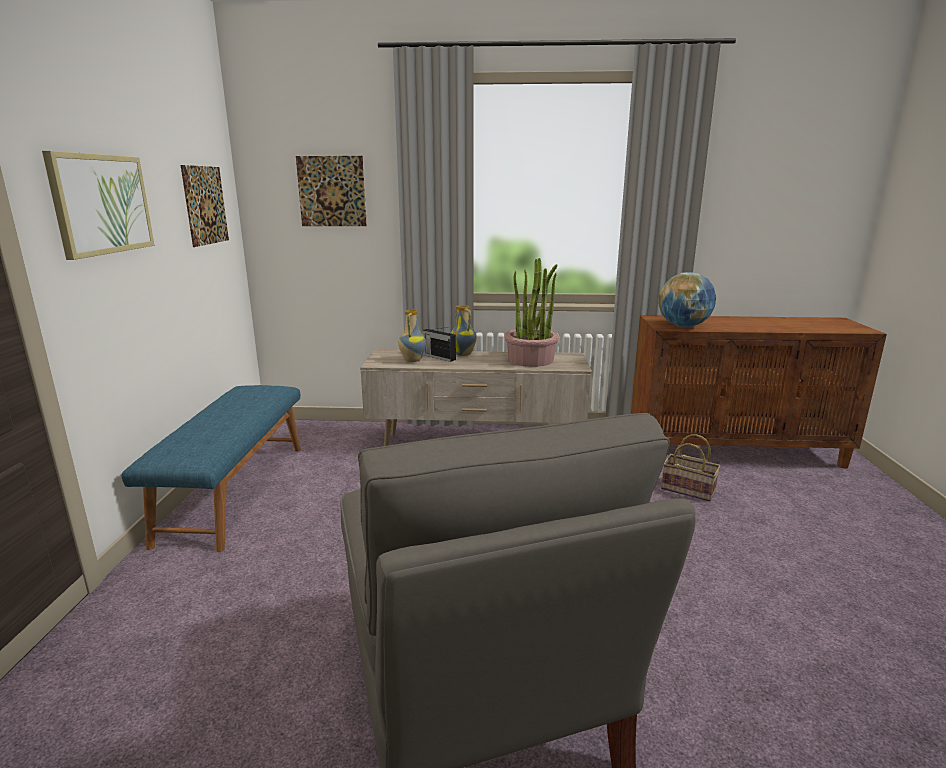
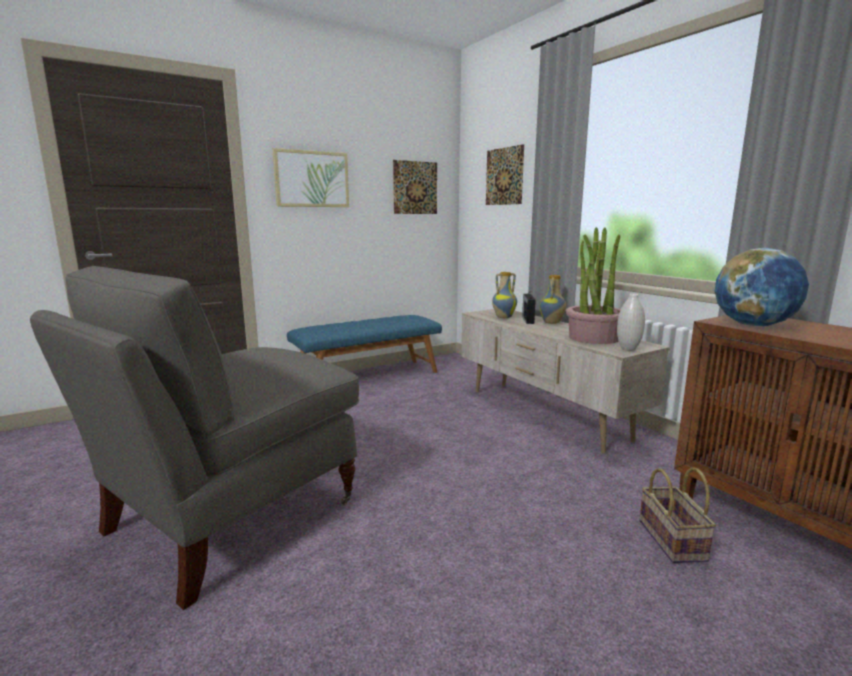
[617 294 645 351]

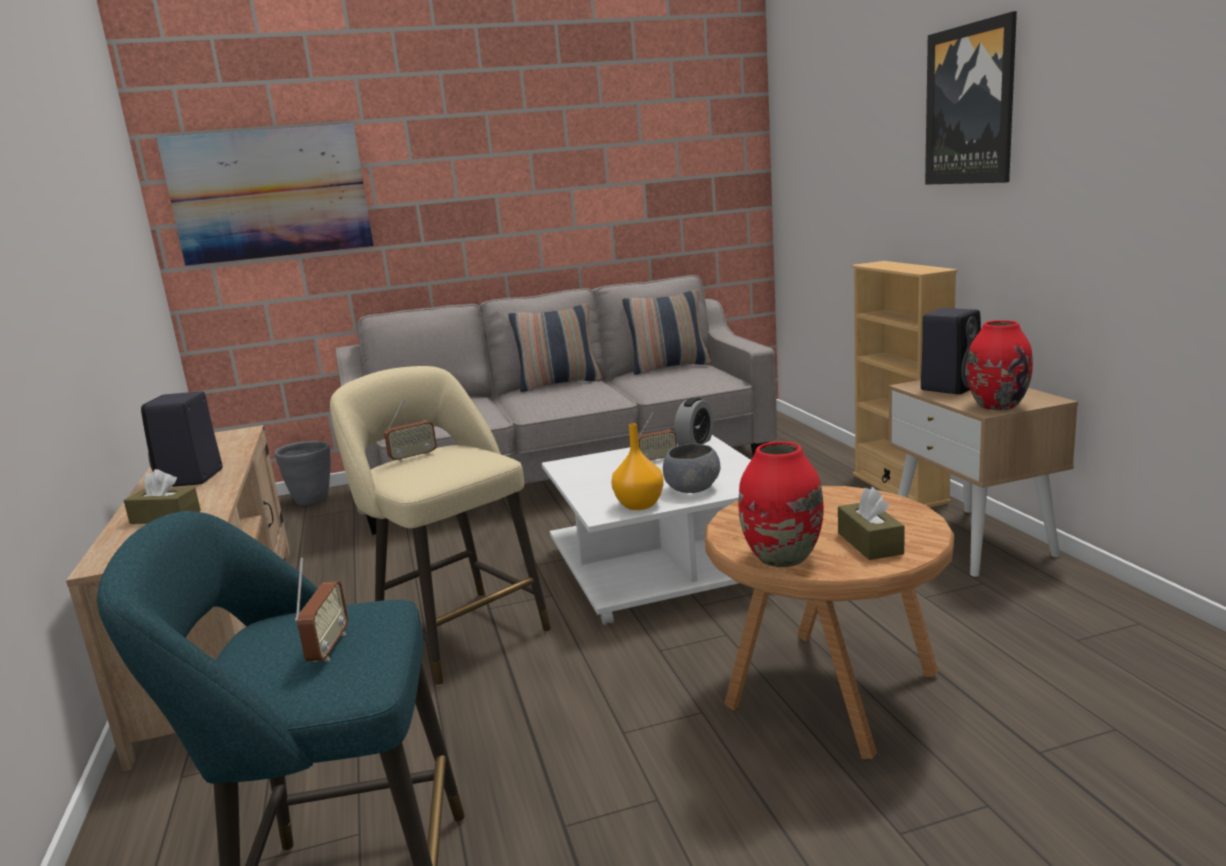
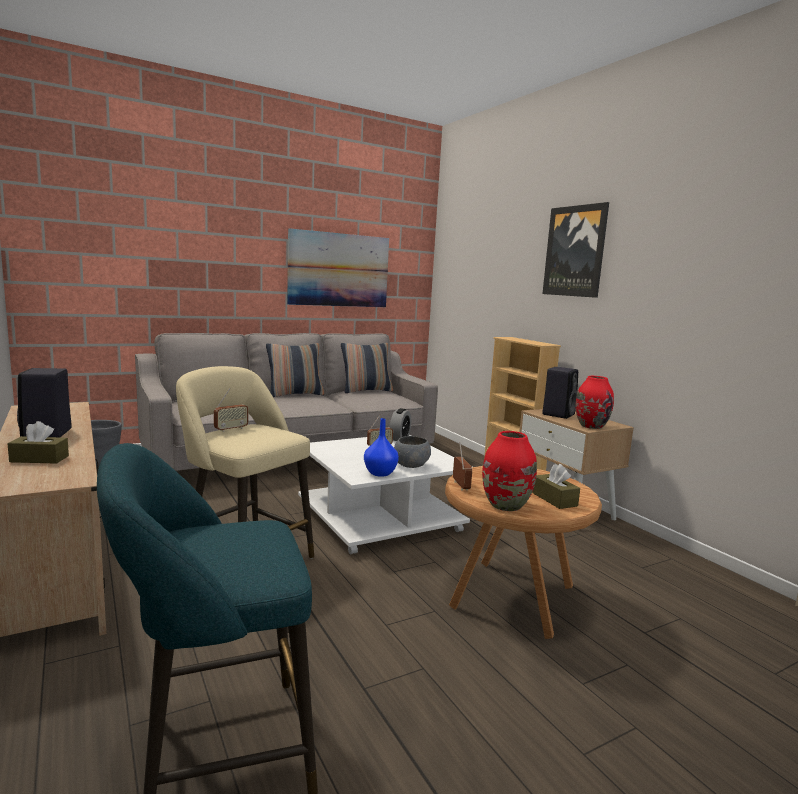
[287 228 389 307]
[453 442 472 490]
[364 418 399 477]

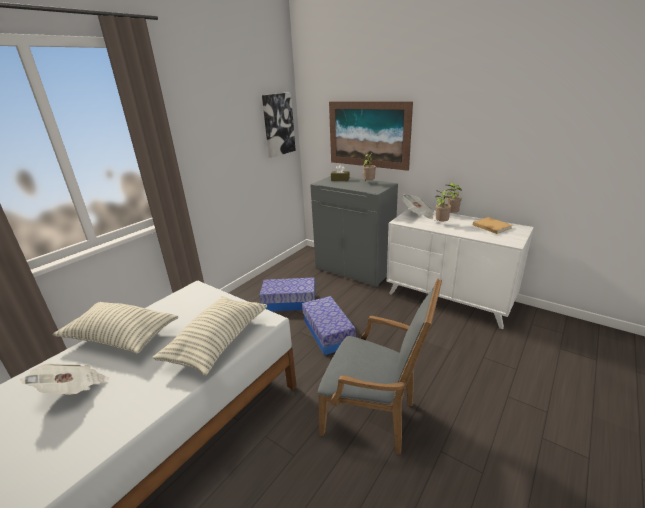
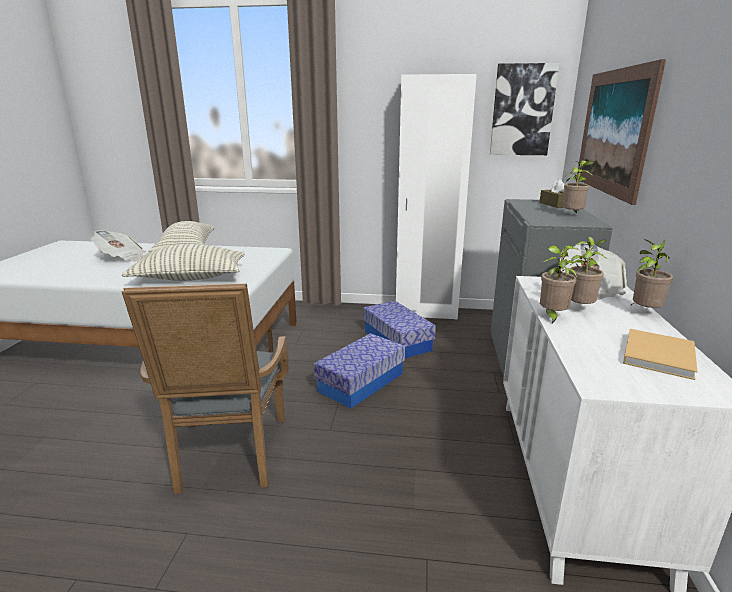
[396 74 477 320]
[540 245 579 324]

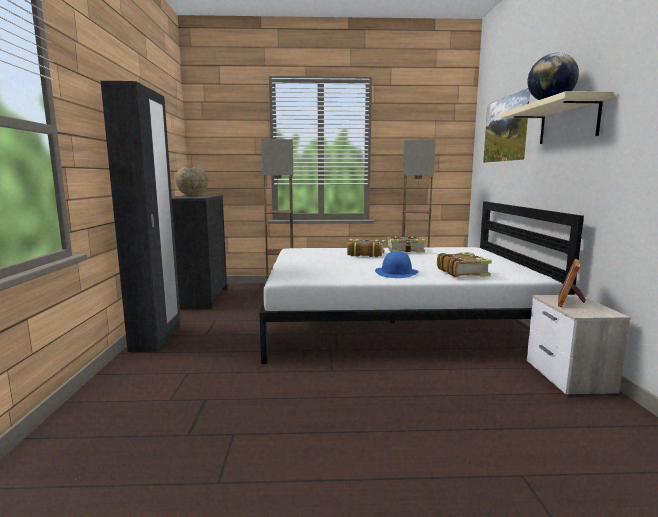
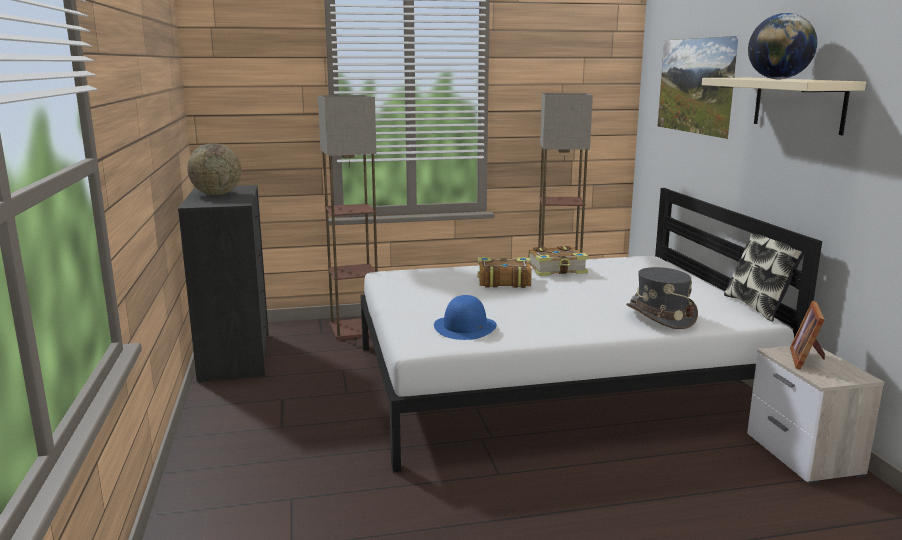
[101 81 180 352] (first image)
[724 233 804 322]
[434 295 497 340]
[626 267 698 329]

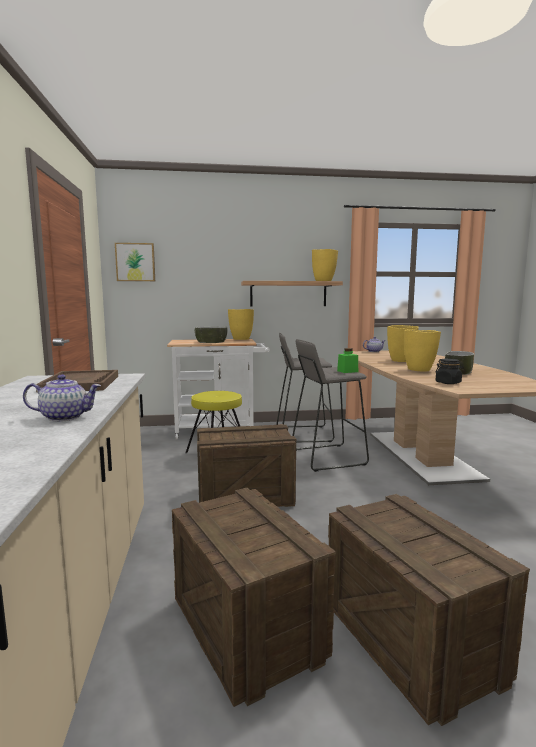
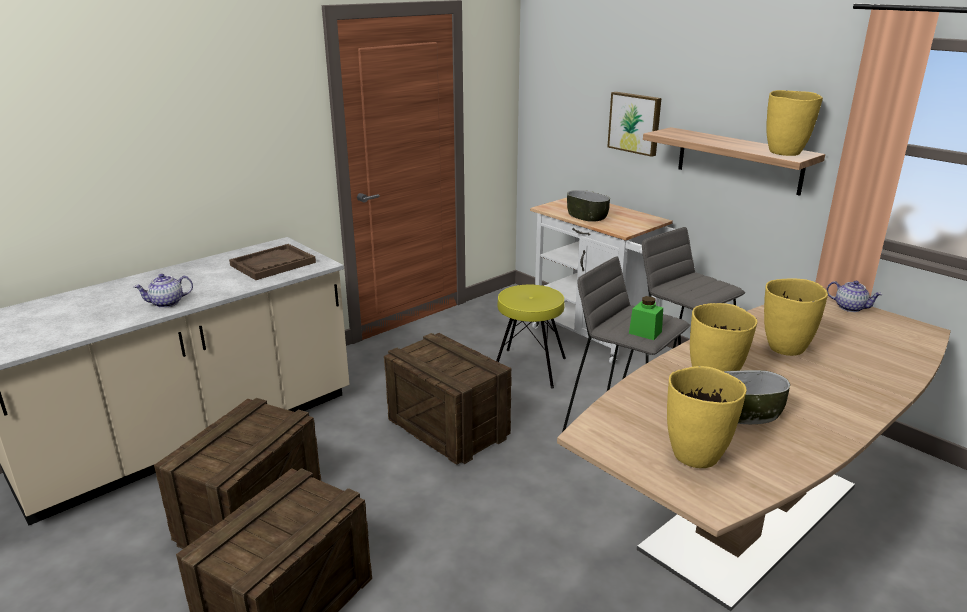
[436 358 464 384] (first image)
[607 92 662 157]
[667 366 747 468]
[134 274 193 308]

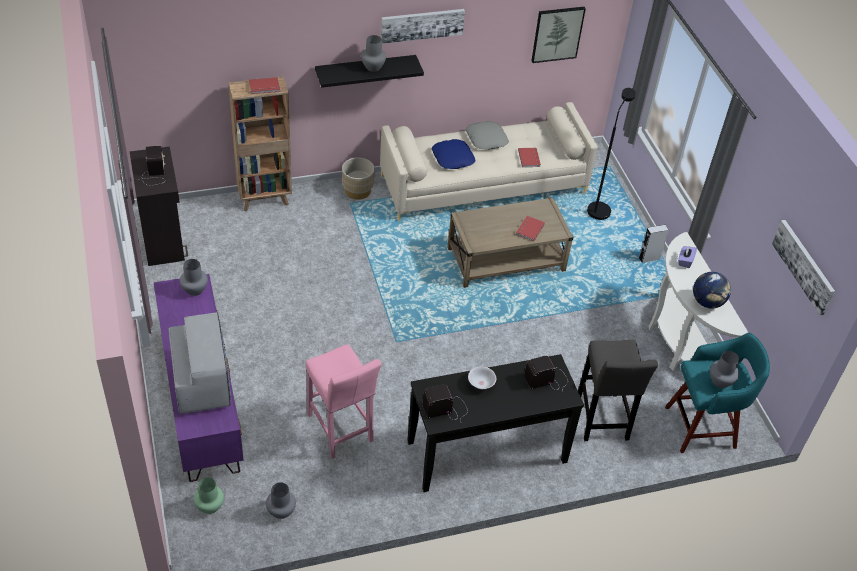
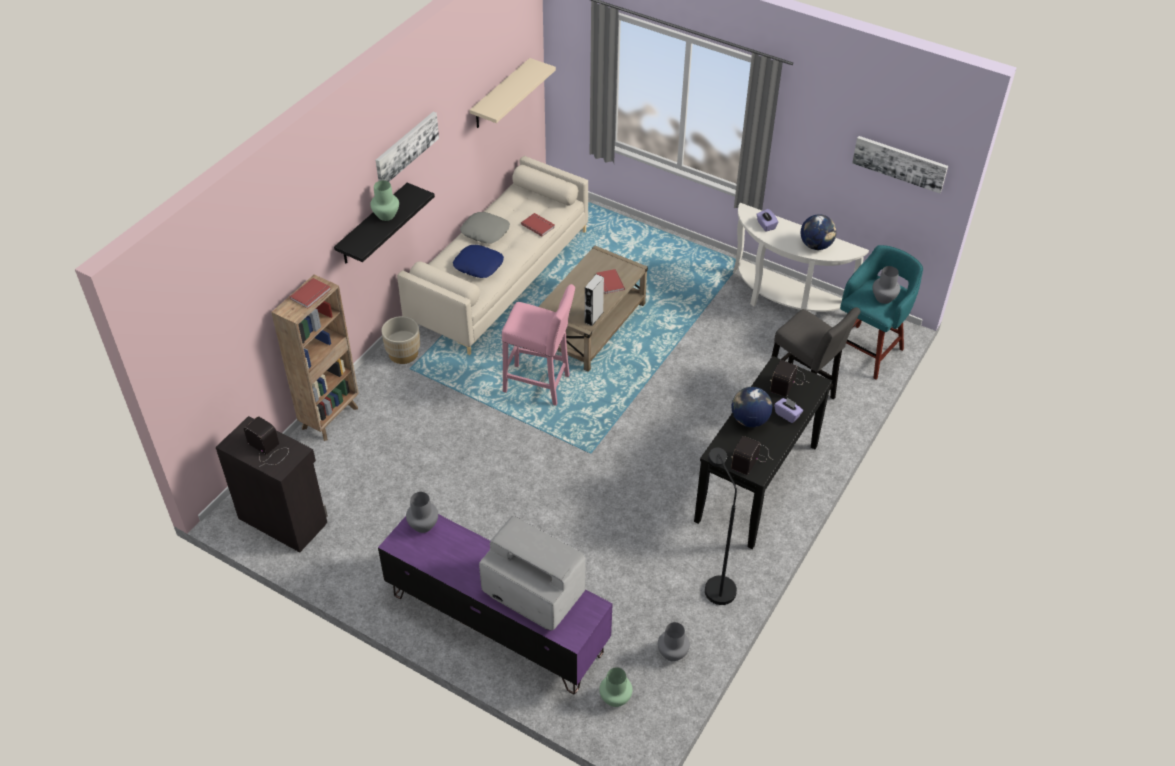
[774 397 803 423]
[502 284 575 406]
[705 447 737 605]
[584 274 604 326]
[731 387 772 427]
[470 58 556 128]
[370 180 399 221]

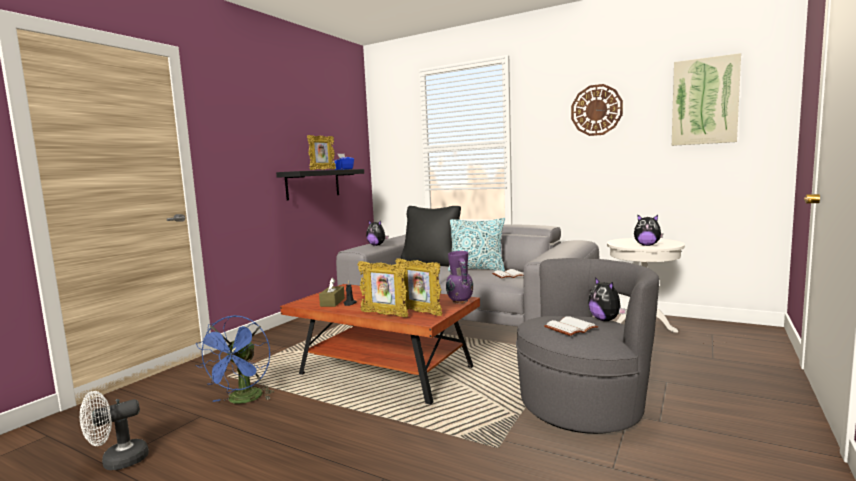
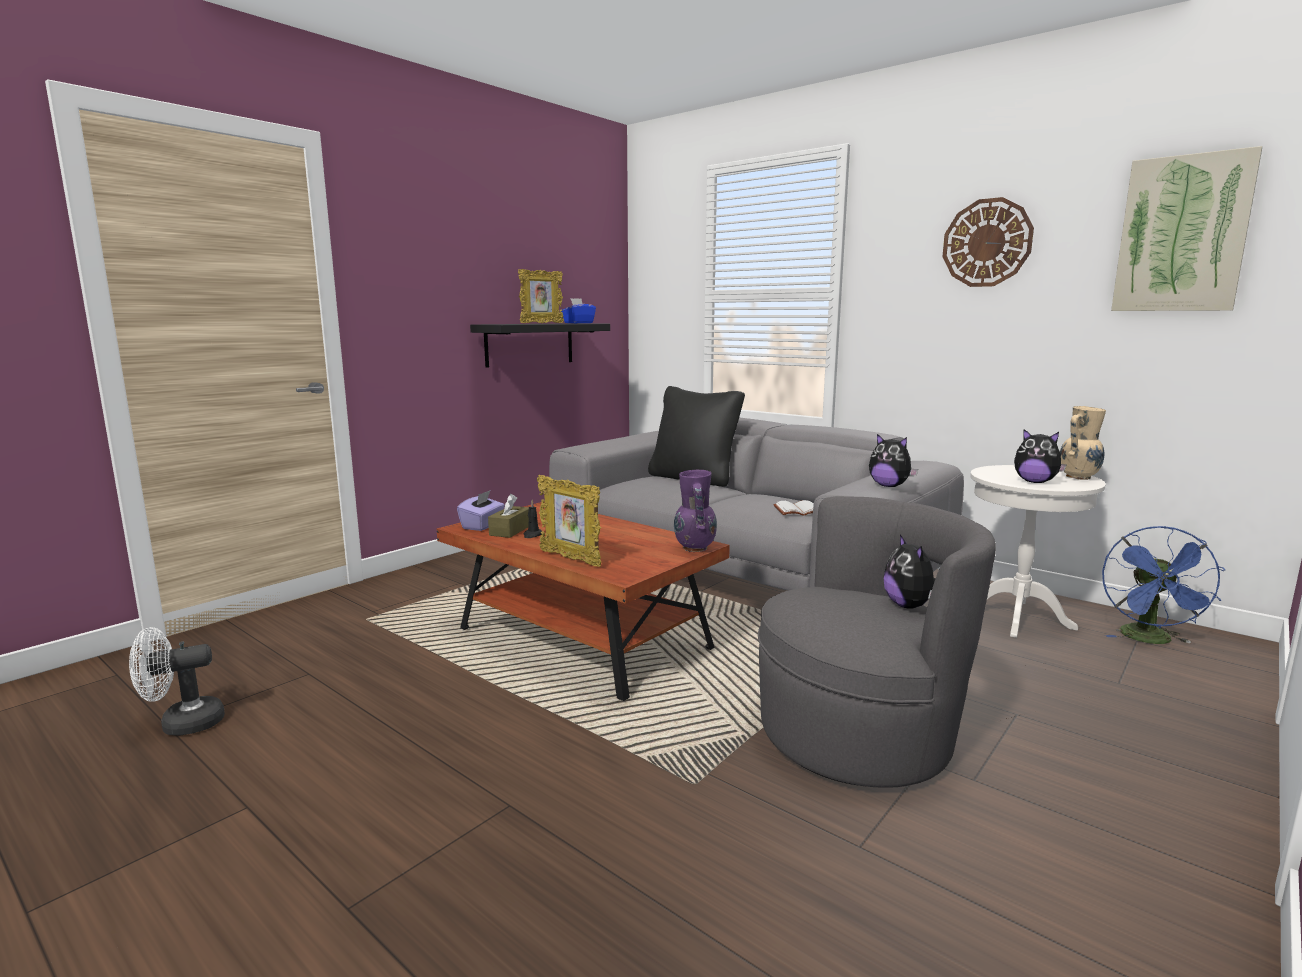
[395 259 442 316] (first image)
[448 218 505 272] (first image)
[544 316 598 336] (first image)
[457 490 505 531]
[1060 406 1106 480]
[1102 526 1225 644]
[869 434 918 487]

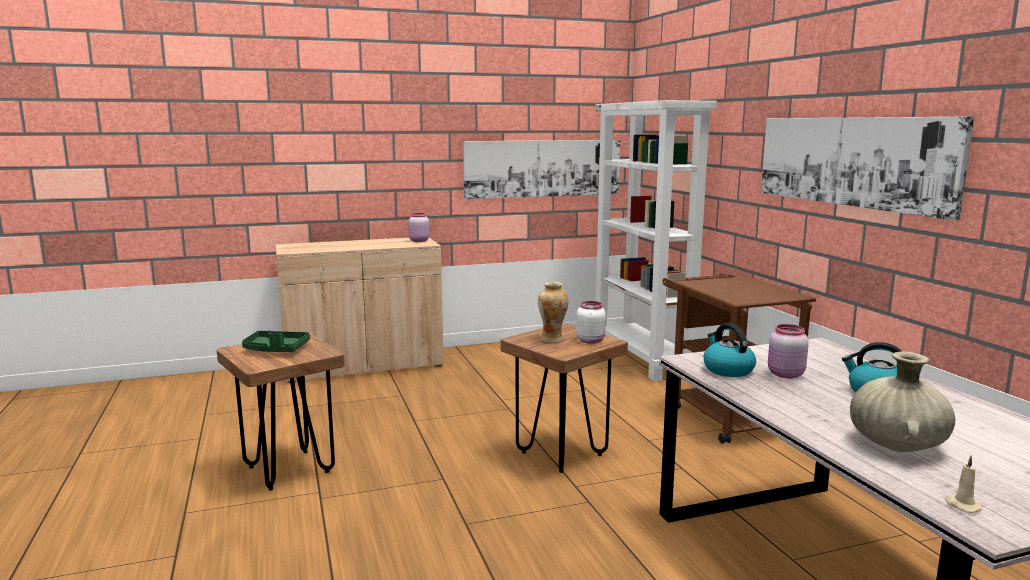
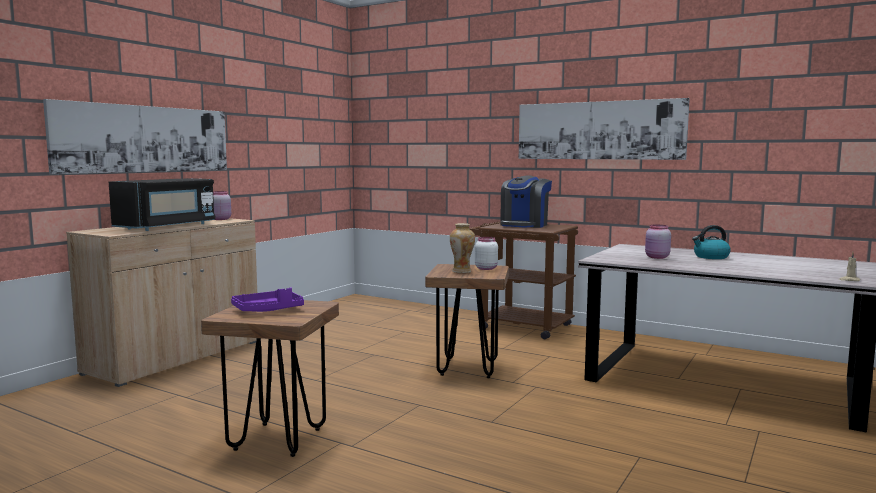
[596 100 717 382] (first image)
[704 323 756 377] (first image)
[850 352 955 452] (first image)
[109 178 216 231]
[500 176 552 228]
[43 99 227 174]
[231 287 304 312]

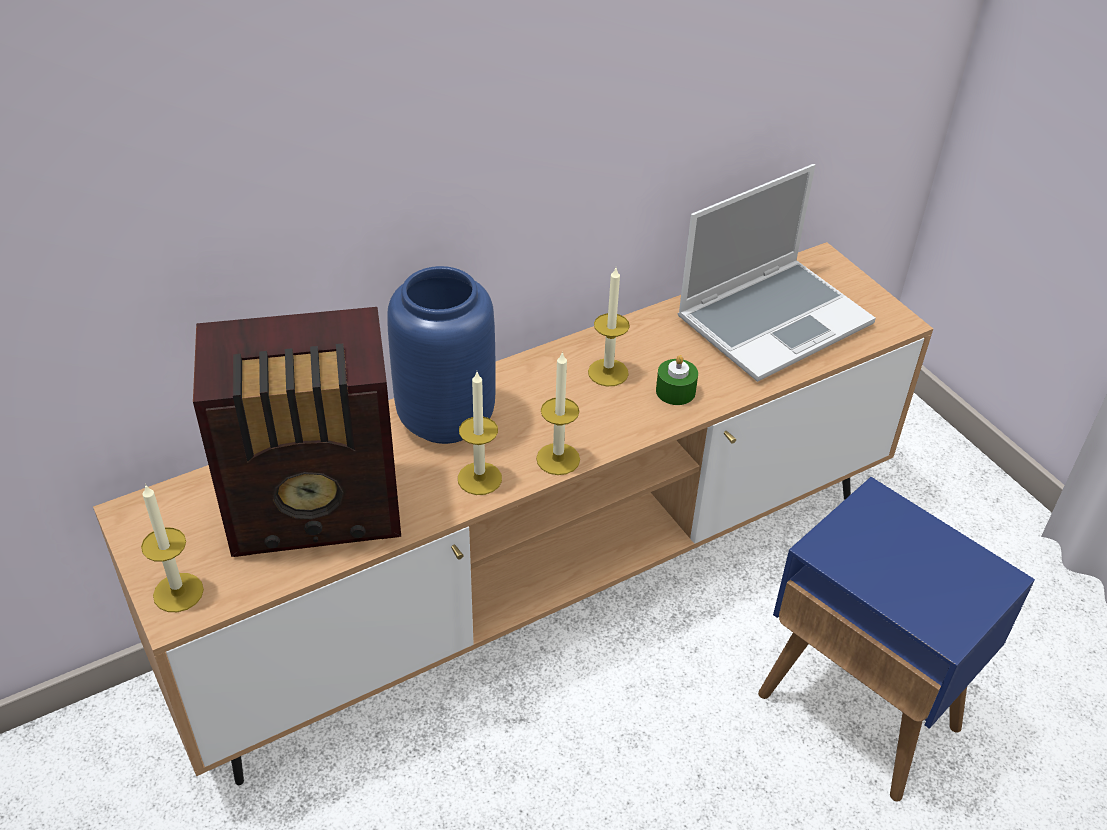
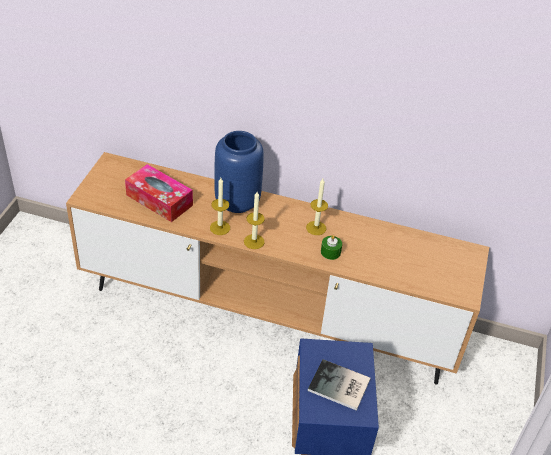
[141 484 204 612] (first image)
[678 164 876 382] (first image)
[308 359 370 411]
[125 164 193 222]

